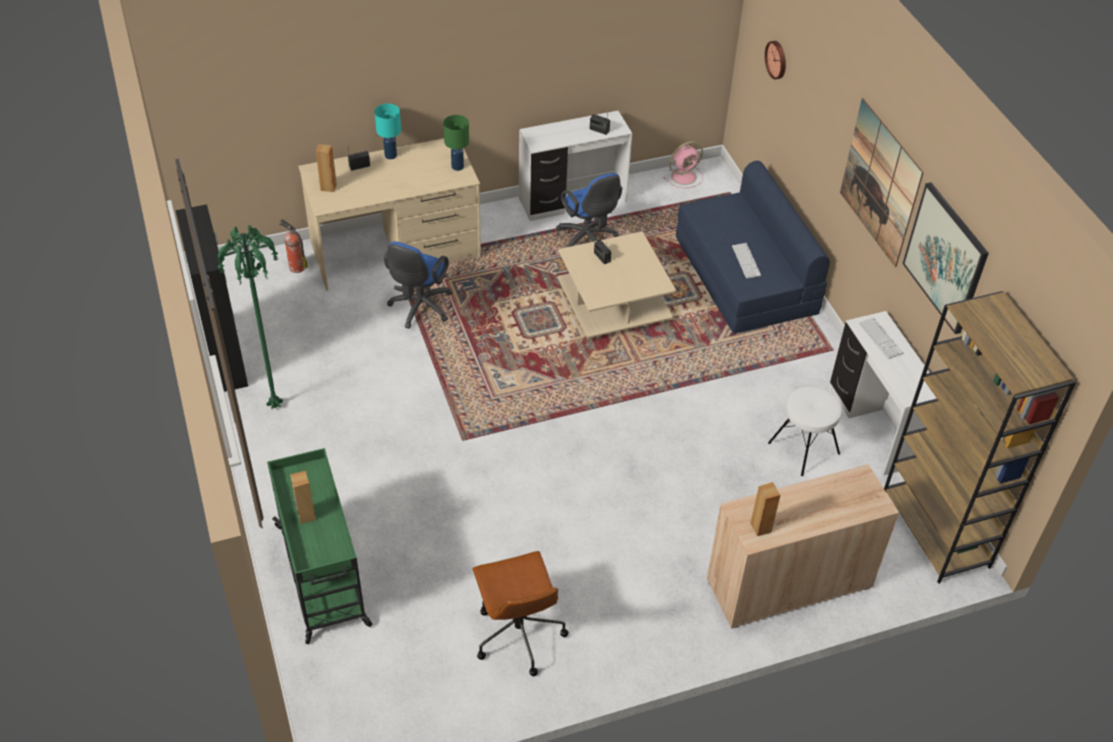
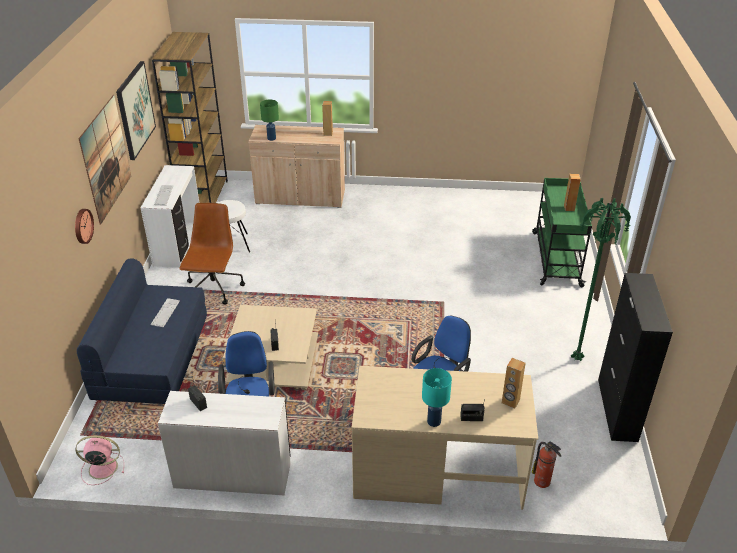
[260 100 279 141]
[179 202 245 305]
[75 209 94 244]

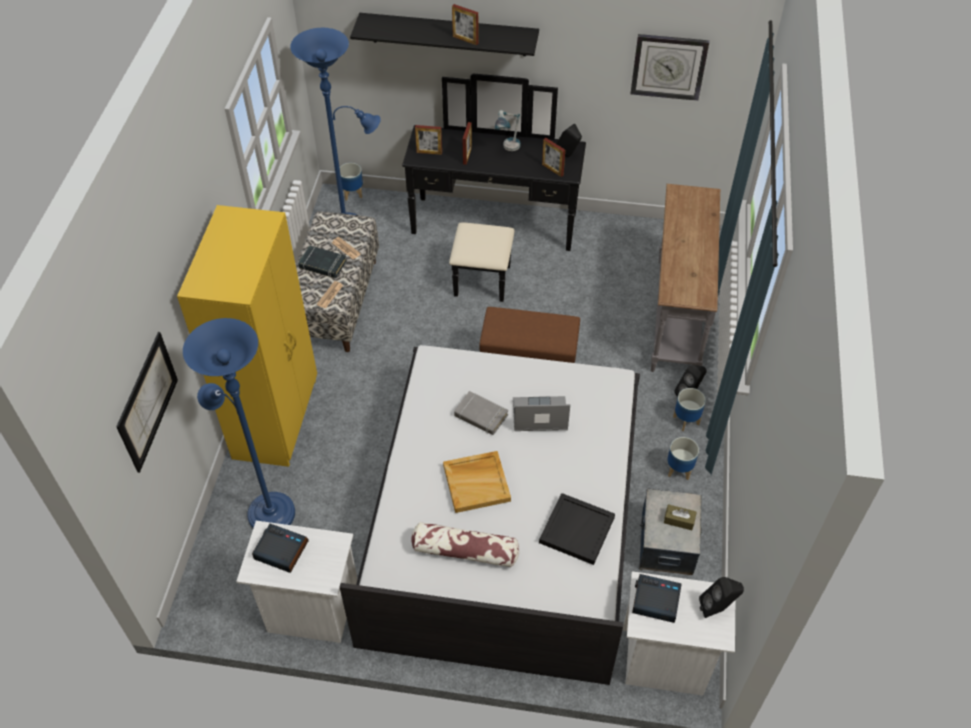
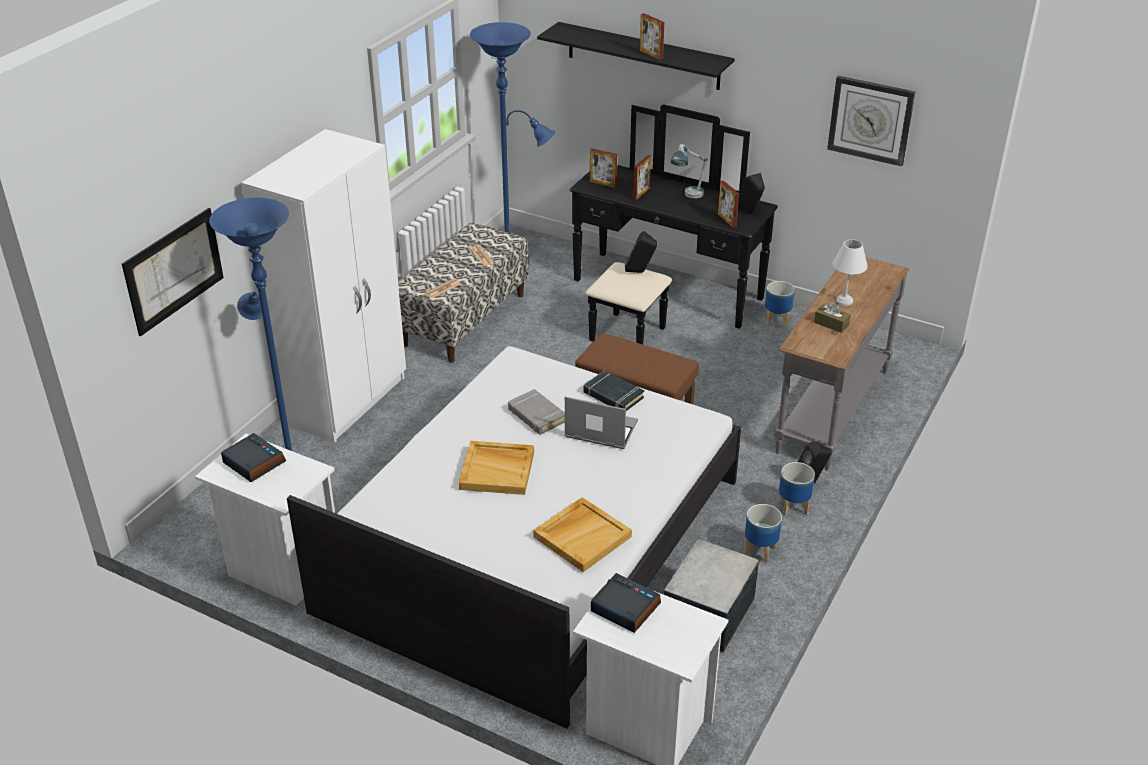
[411 522 519 568] (first image)
[833 239 868 306]
[584 370 644 411]
[765 281 795 326]
[814 302 851 333]
[625 231 657 273]
[241 129 406 443]
[533 497 632 572]

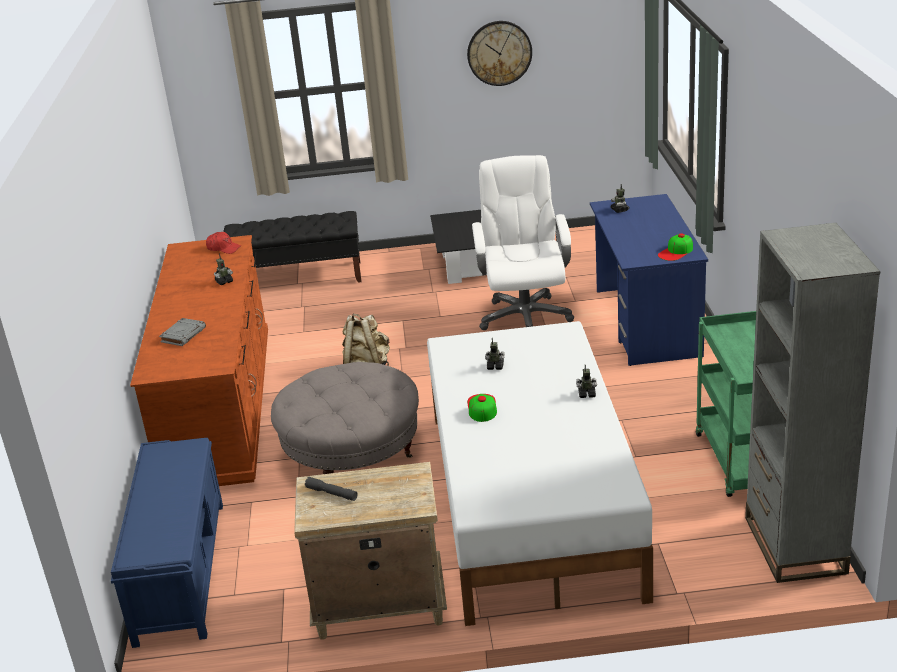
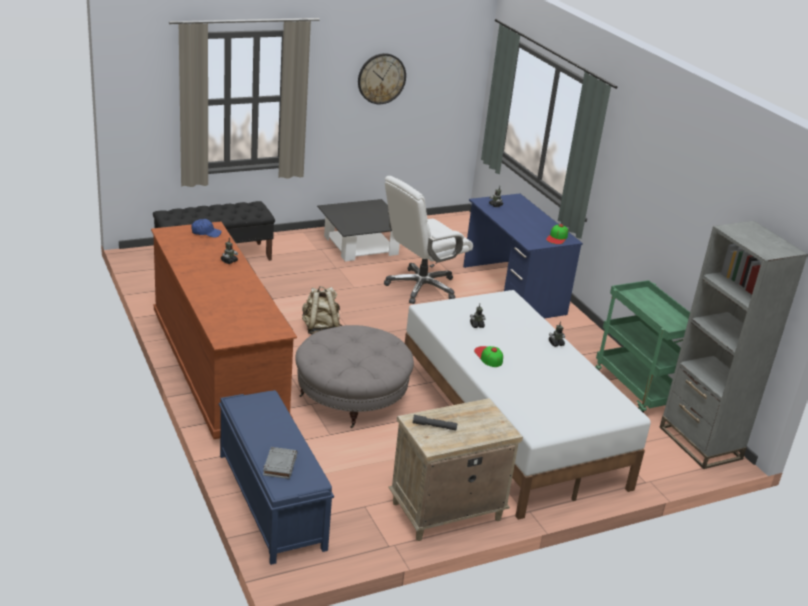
[263 447 297 479]
[192 219 222 238]
[384 176 473 304]

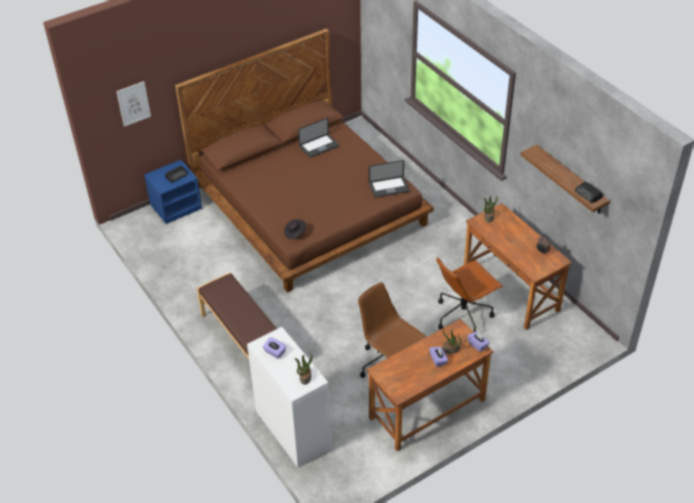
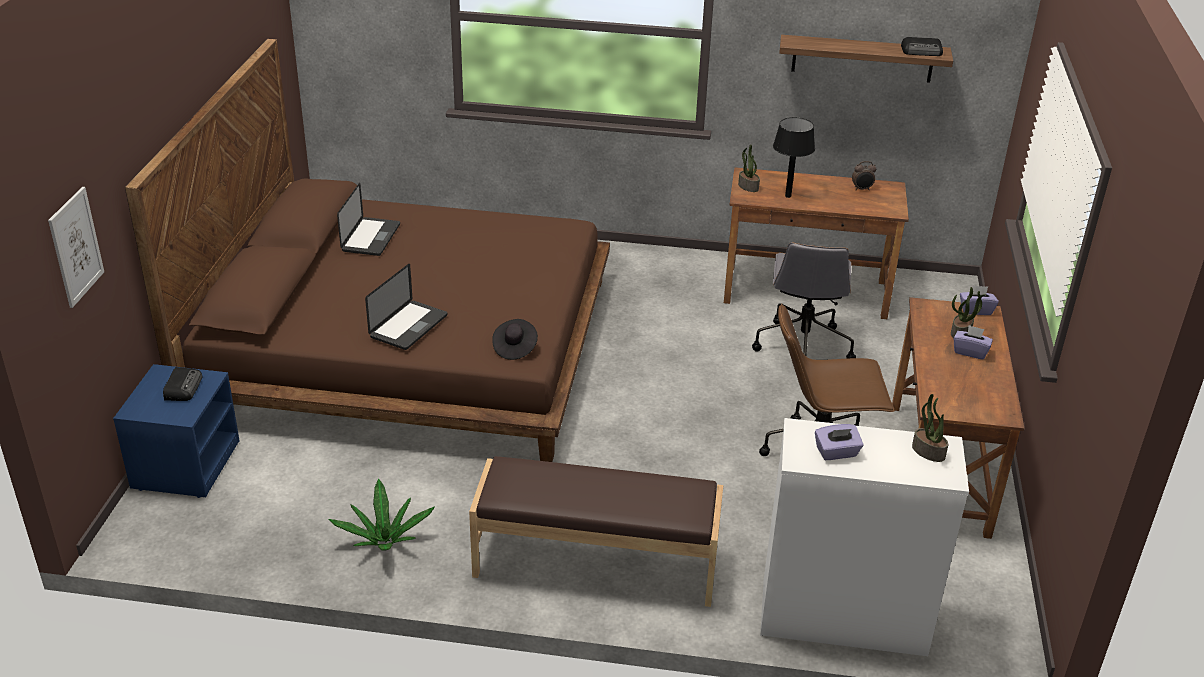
[328 478 435 550]
[773 117 815 198]
[365 264 447 350]
[752 242 856 359]

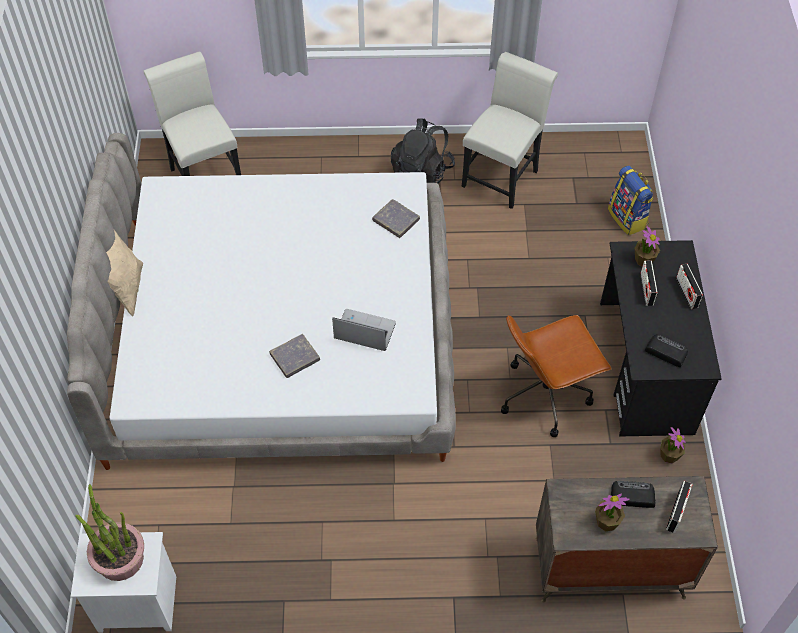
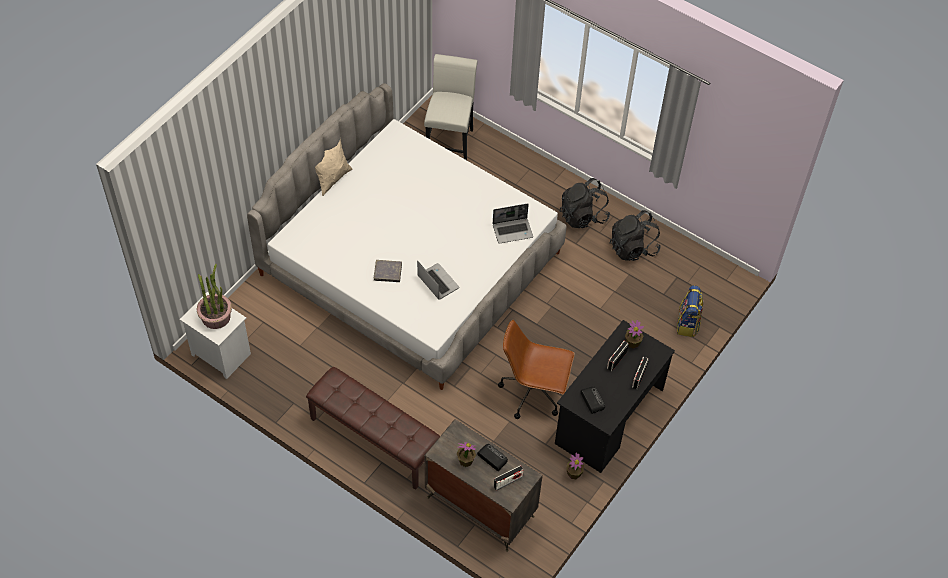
[306 367 440 490]
[493 204 533 243]
[610 210 661 261]

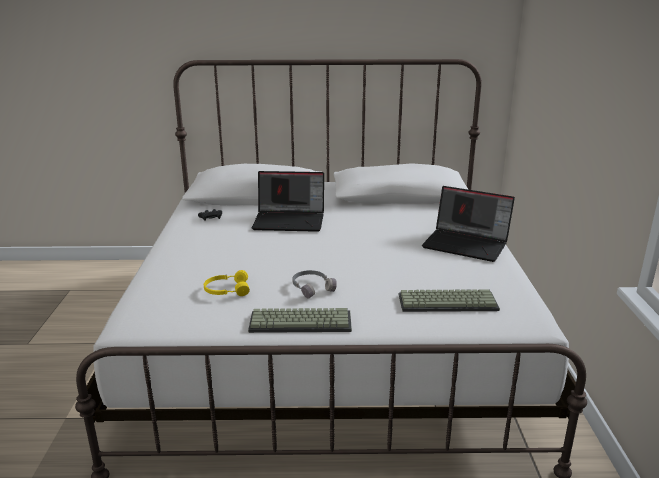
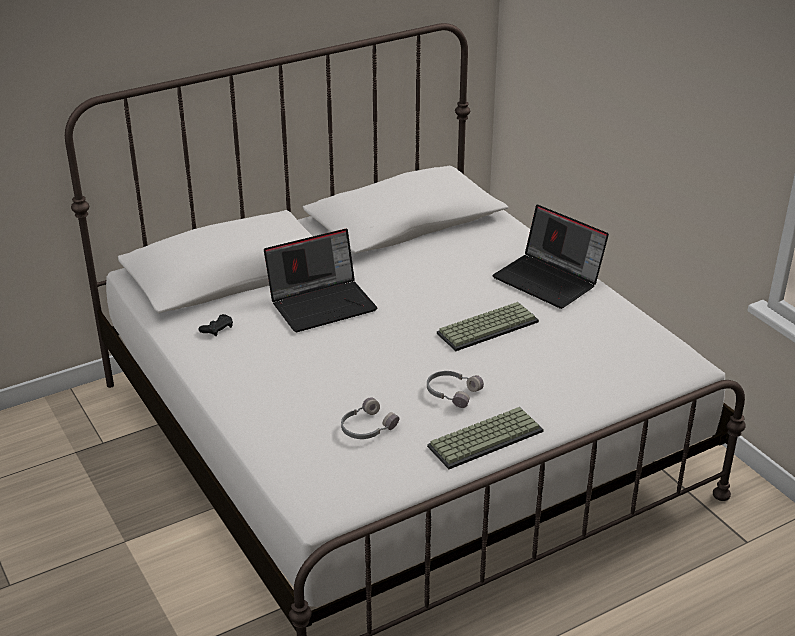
[437 302 539 351]
[341 397 400 439]
[492 205 609 309]

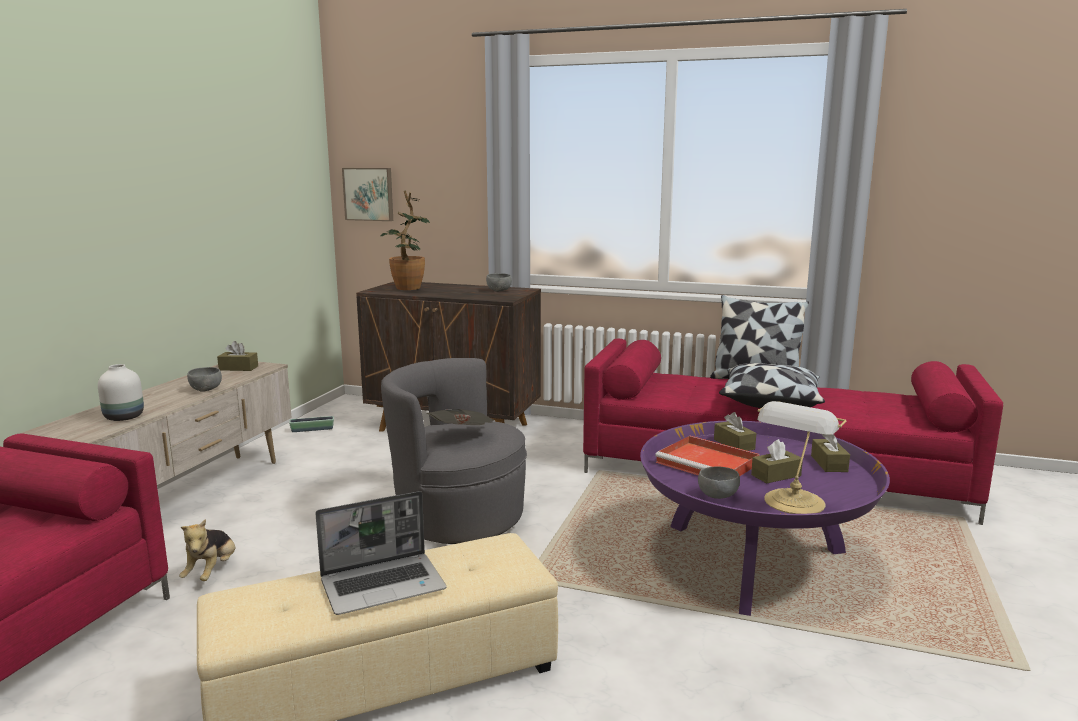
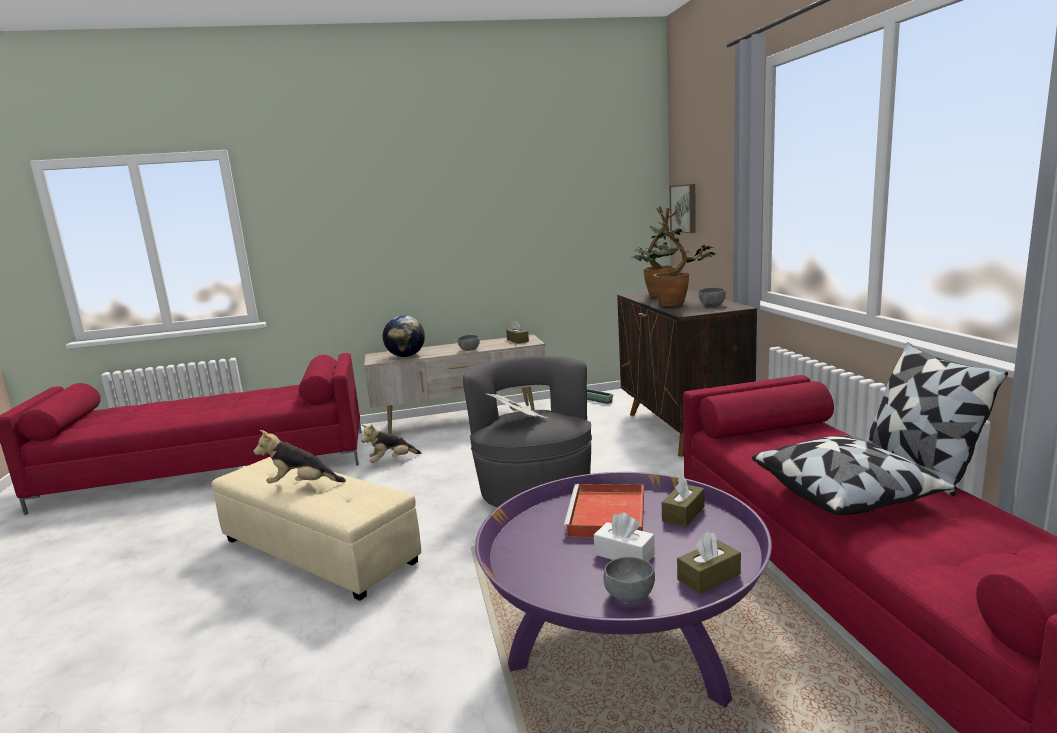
[757 401 847 514] (first image)
[646 208 717 306]
[604 557 655 603]
[383 316 425 357]
[253 430 346 483]
[594 513 655 562]

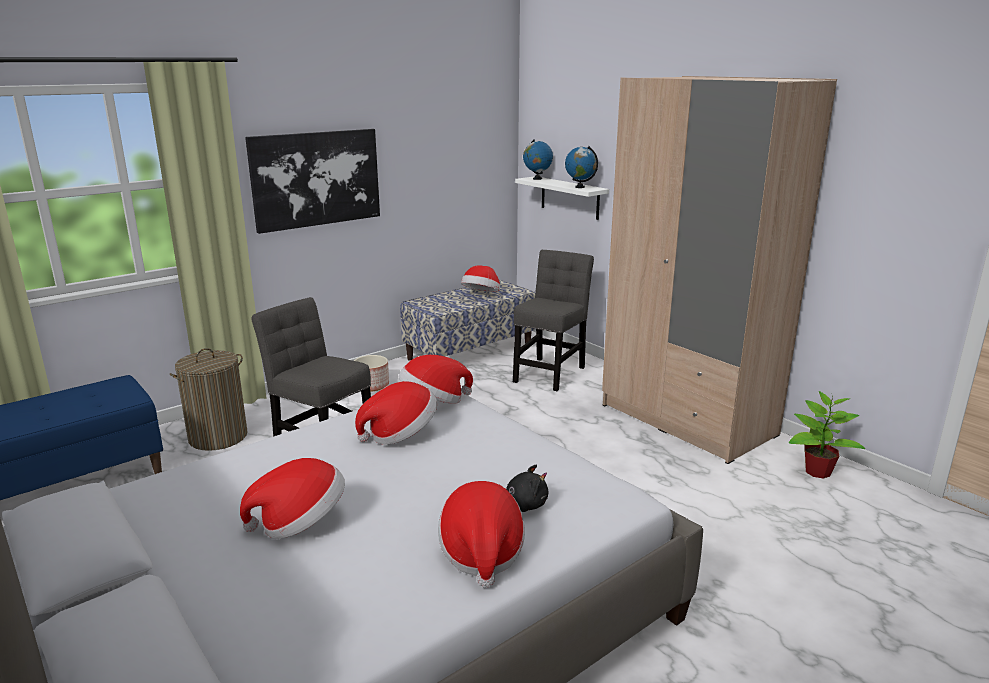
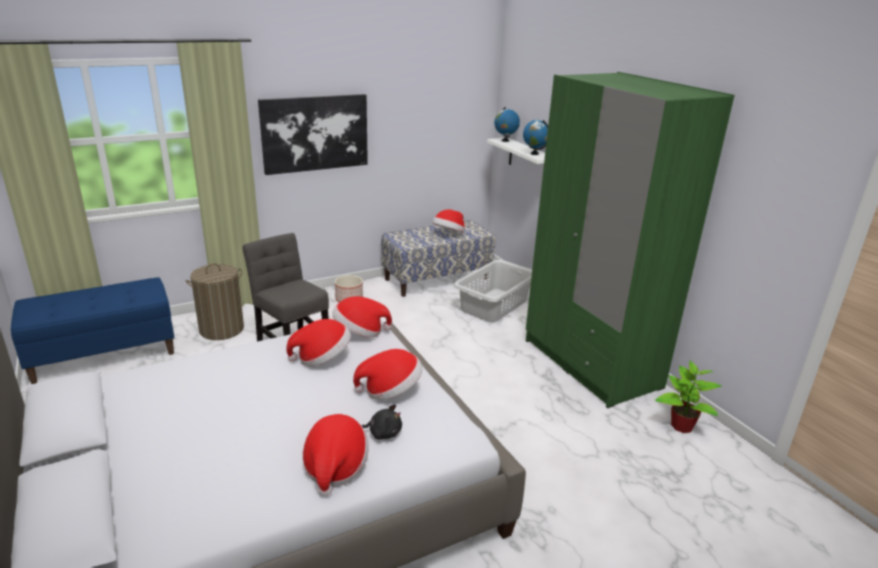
[353 349 423 400]
[454 260 532 322]
[526 72 735 408]

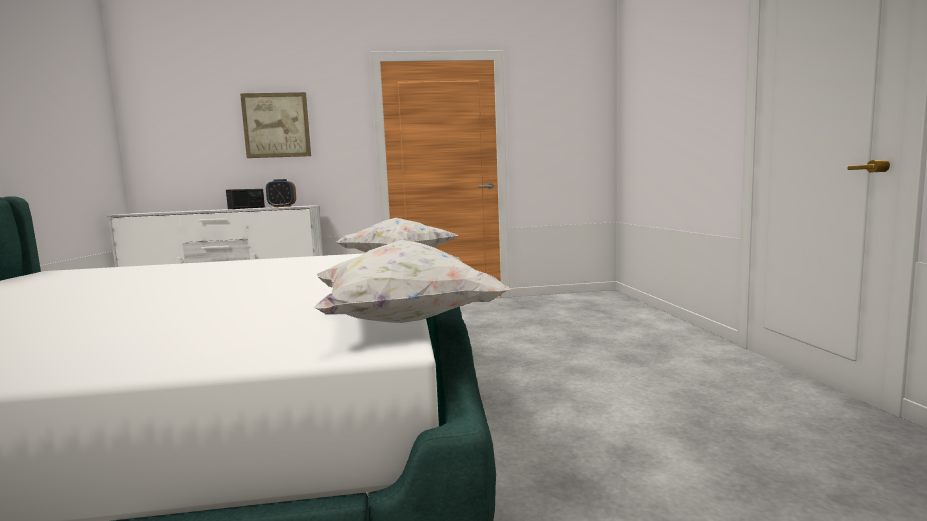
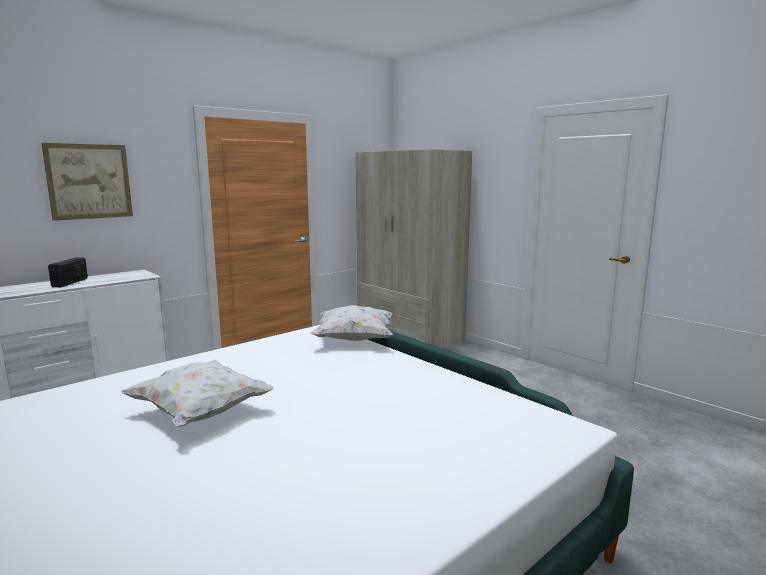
[266 179 296 207] (first image)
[355 149 472 349]
[121 360 274 427]

